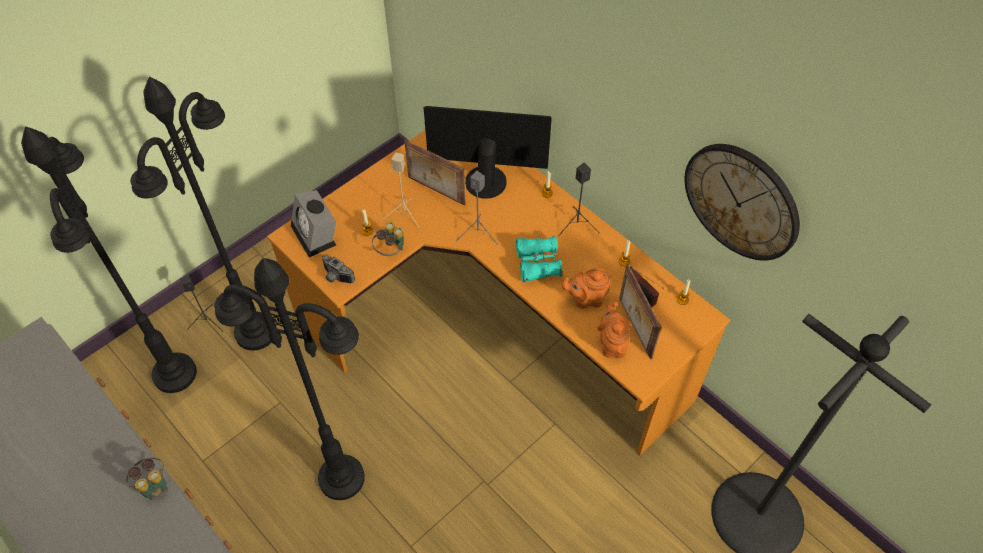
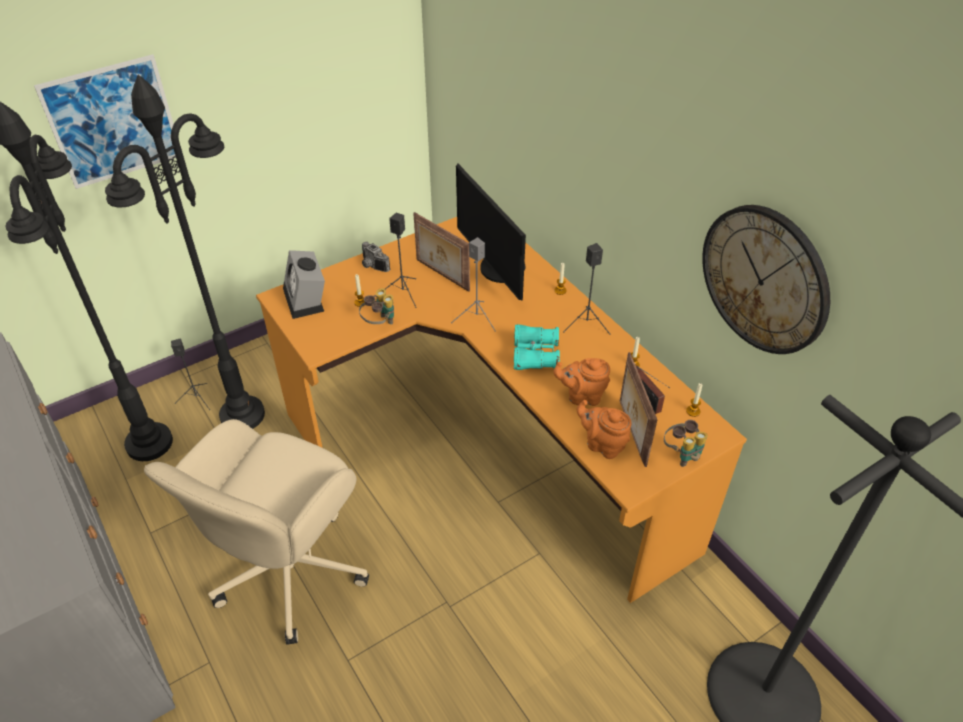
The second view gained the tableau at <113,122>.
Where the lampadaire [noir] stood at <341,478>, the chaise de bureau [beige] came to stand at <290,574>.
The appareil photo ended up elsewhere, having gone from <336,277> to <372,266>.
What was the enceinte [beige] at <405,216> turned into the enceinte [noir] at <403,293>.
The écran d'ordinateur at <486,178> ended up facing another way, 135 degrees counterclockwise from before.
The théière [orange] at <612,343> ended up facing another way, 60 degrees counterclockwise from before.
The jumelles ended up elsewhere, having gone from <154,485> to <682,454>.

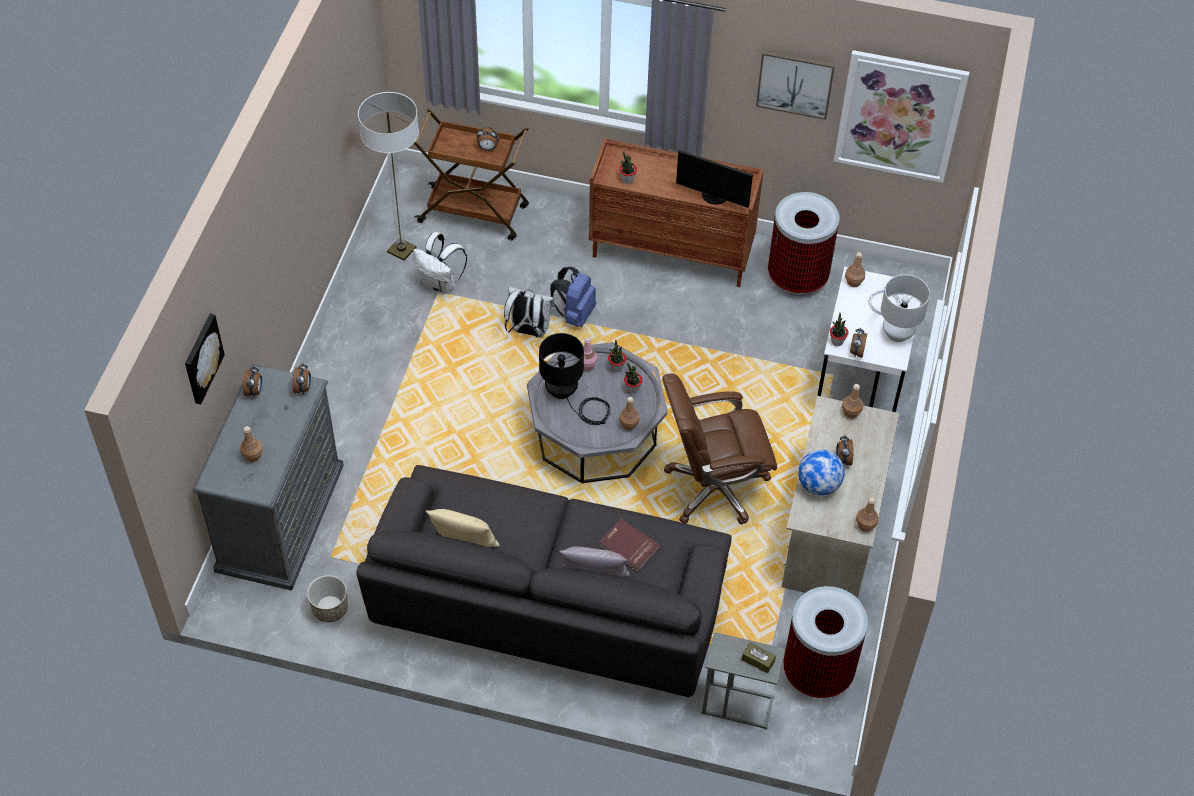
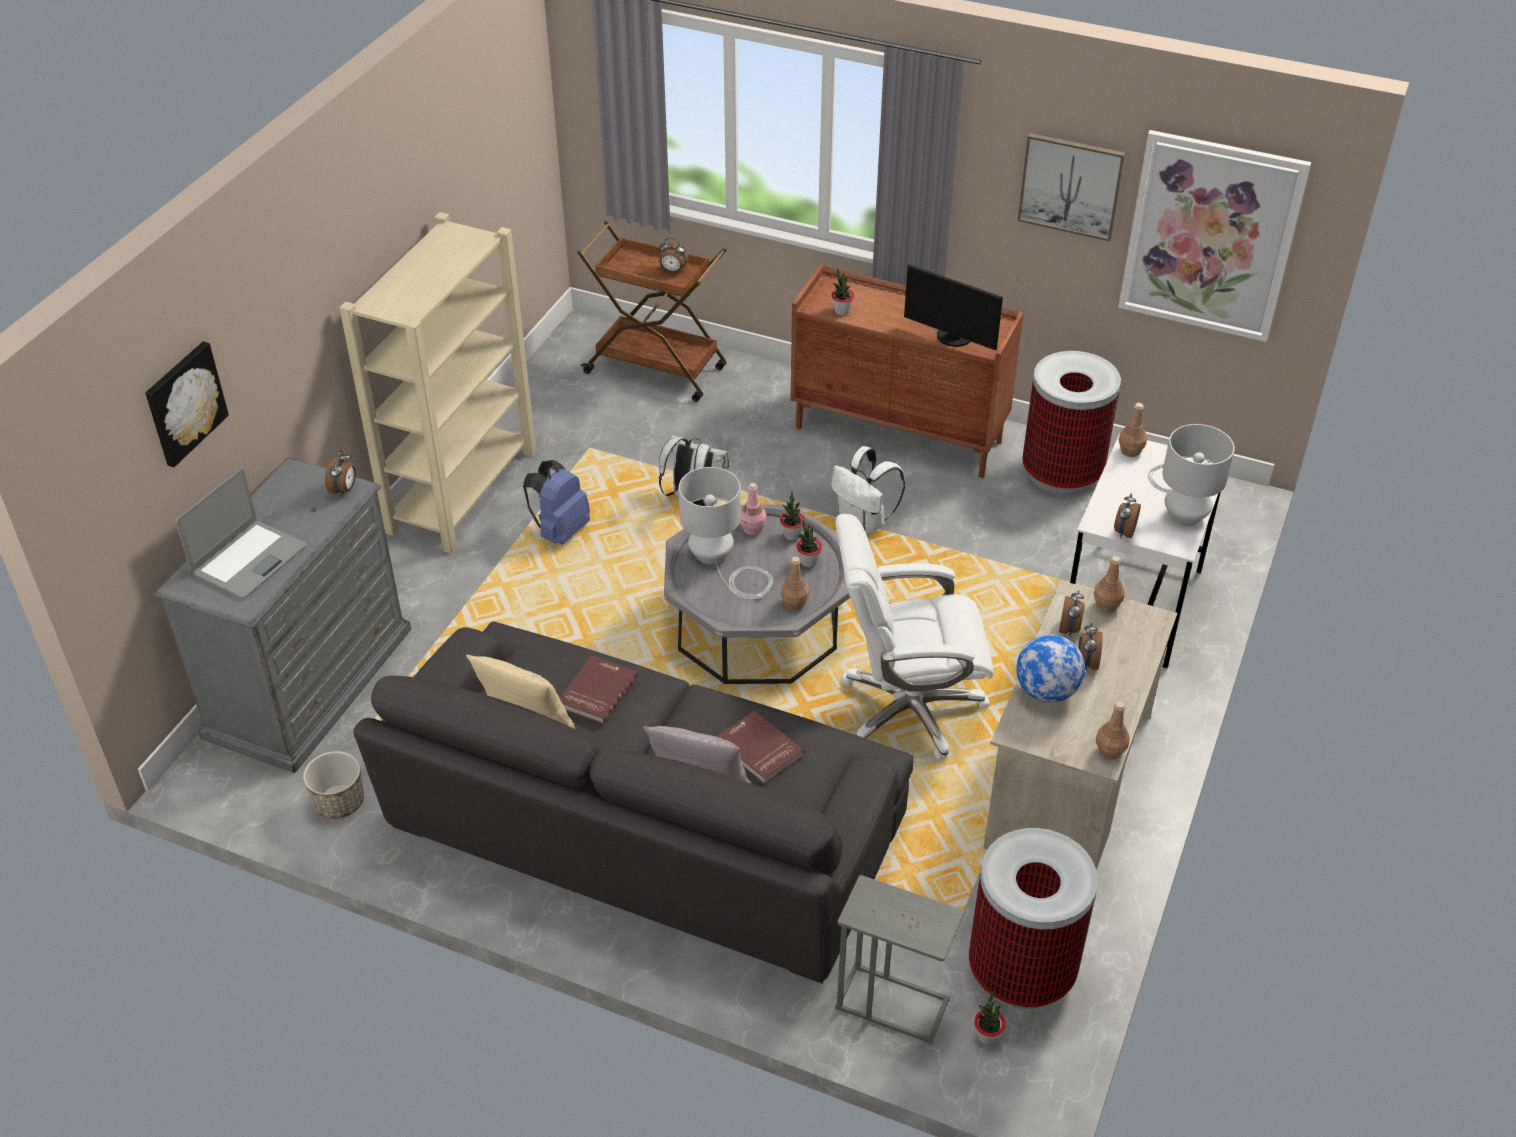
Where the bouteille [marron] stood at <253,455>, the ordinateur portable came to stand at <249,560>.
The second view gained the bibliothèque [beige] at <462,490>.
The sac à dos [bleu] ended up elsewhere, having gone from <574,314> to <560,531>.
The second view gained the livre [rouge] at <596,691>.
What was the lampe de table [noir] at <574,398> turned into the lampe de table [blanc] at <726,565>.
The sac à dos [blanc] ended up elsewhere, having gone from <441,284> to <864,523>.
What was the chaise de bureau [marron] at <714,488> turned into the chaise de bureau [blanc] at <907,710>.
The plante en pot ended up elsewhere, having gone from <837,341> to <987,1036>.
The réveil ended up elsewhere, having gone from <254,391> to <1070,629>.
The second view lost the lampadaire at <401,250>.
The second view lost the boîte à mouchoirs [marron] at <758,660>.

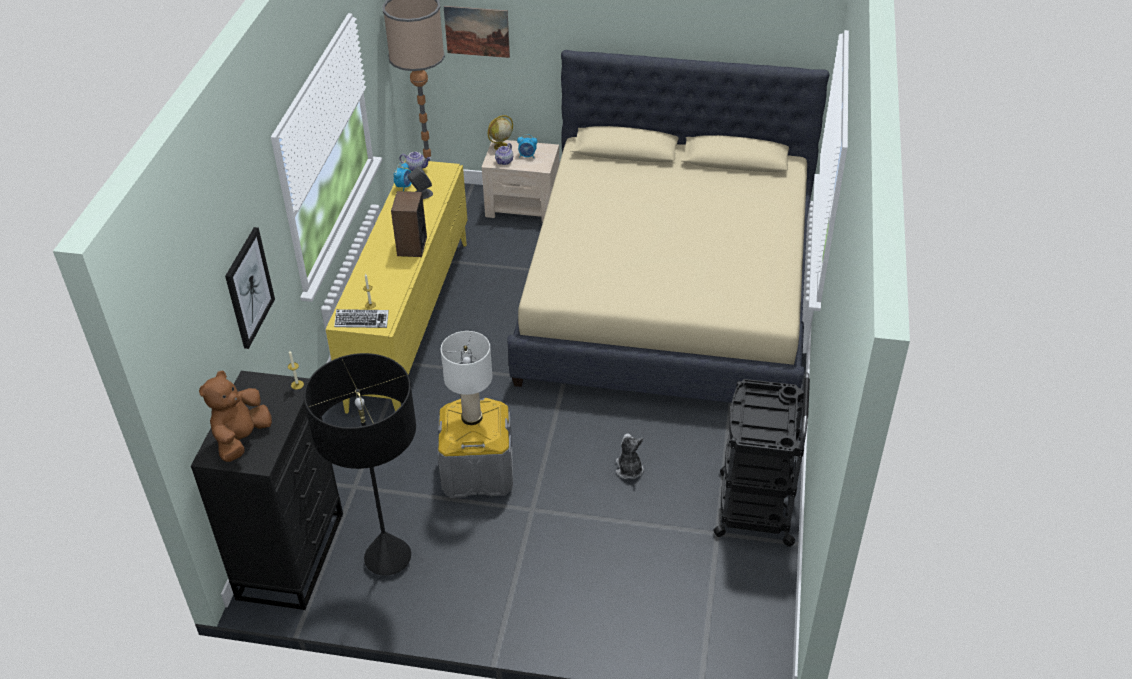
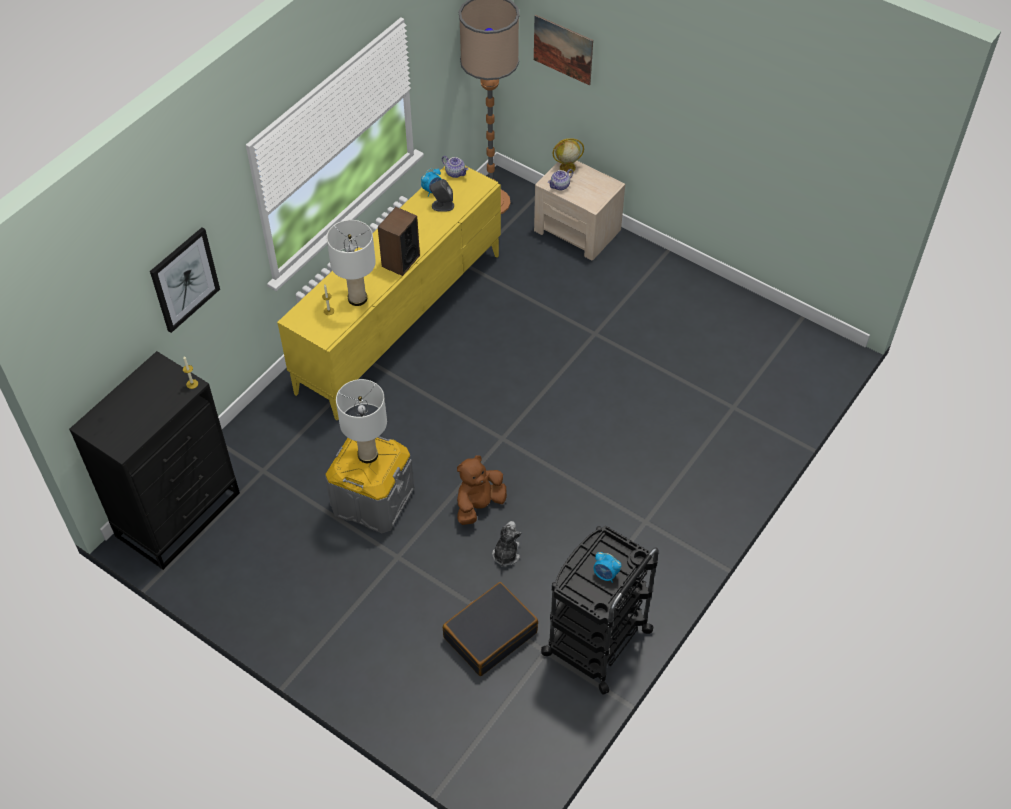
The second view gained the lampe de table [blanc] at <357,299>.
The second view gained the valise [noir] at <490,634>.
The peluche [marron] ended up elsewhere, having gone from <241,439> to <479,505>.
The réveil ended up elsewhere, having gone from <527,156> to <605,575>.
The second view lost the lampadaire [noir] at <388,560>.
The second view lost the clavier at <362,321>.
The second view lost the lit [beige] at <668,295>.

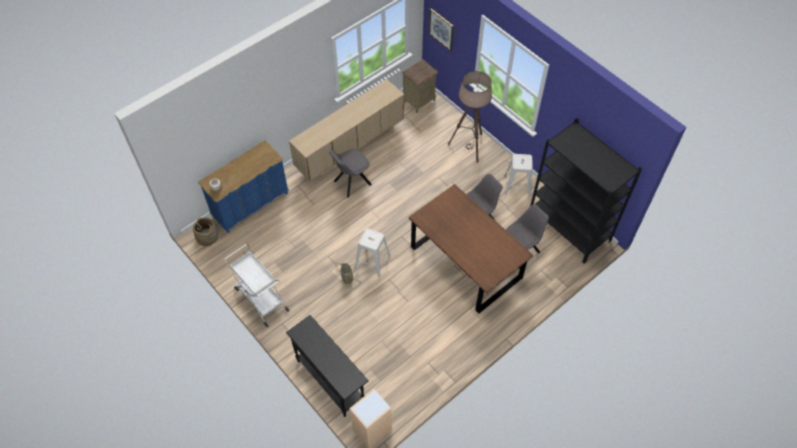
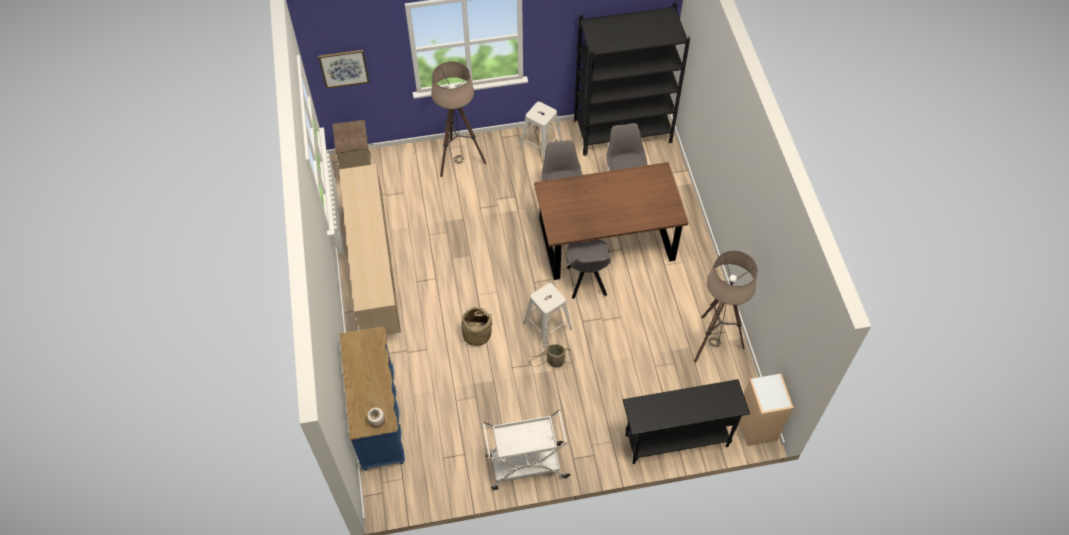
The panier ended up elsewhere, having gone from <207,237> to <476,334>.
The chaise [gris] ended up elsewhere, having gone from <352,183> to <587,281>.
The second view gained the lampadaire at <713,342>.

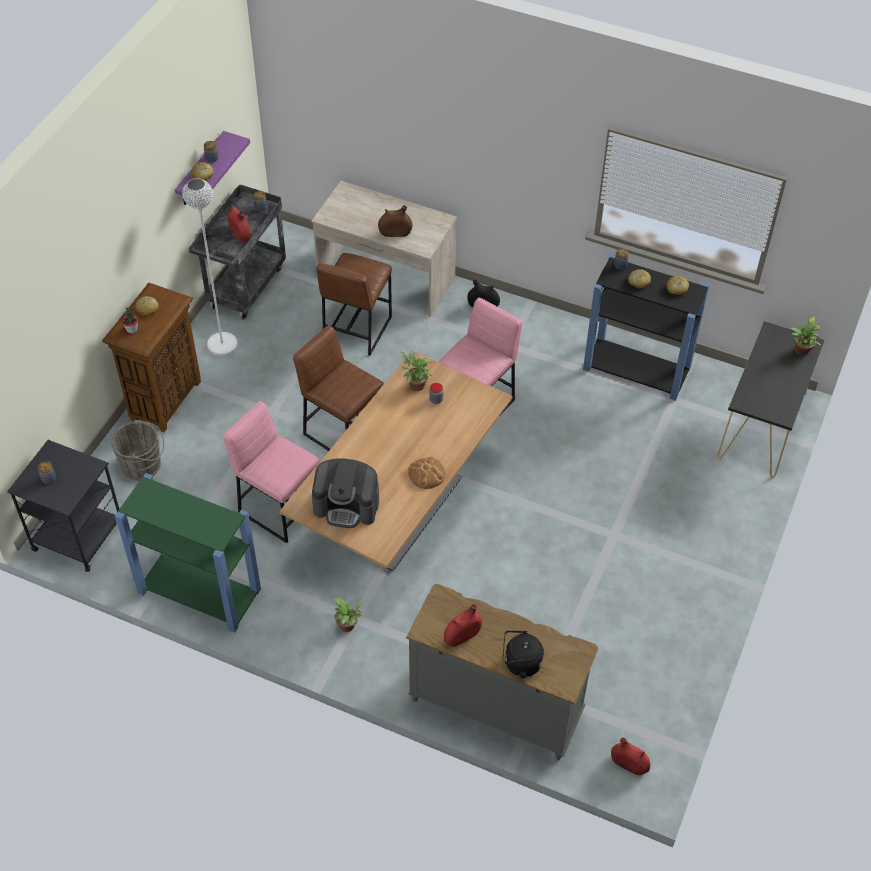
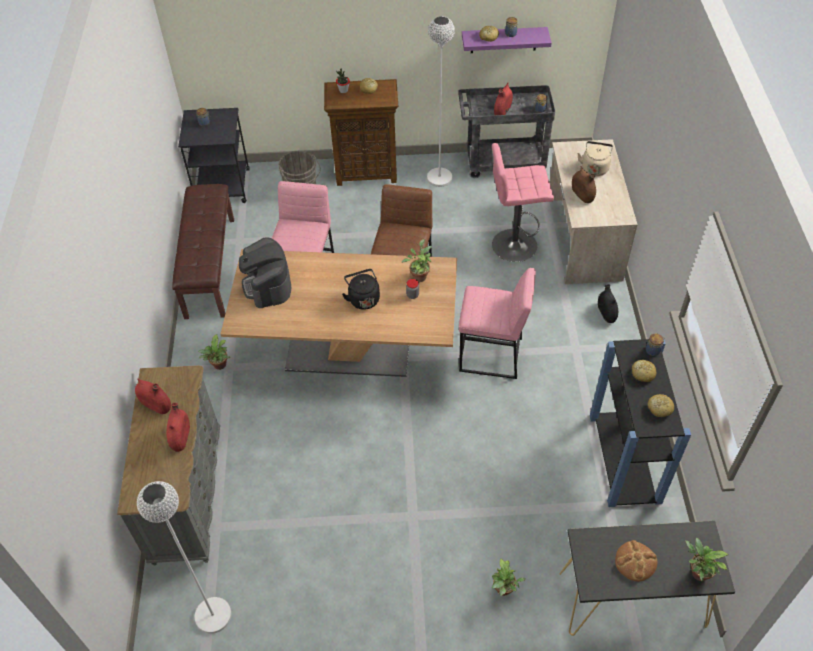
The second view gained the lampadaire [blanc] at <213,616>.
The vase [rouge] ended up elsewhere, having gone from <629,764> to <181,437>.
Where the bibliothèque [vert] stood at <198,590>, the banc [marron] came to stand at <209,267>.
The bouilloire [noir] ended up elsewhere, having gone from <520,663> to <363,298>.
Where the chaise [marron] stood at <357,330>, the tabouret [rose] came to stand at <513,245>.
The second view gained the plante en pot at <504,590>.
The second view gained the bouilloire [beige] at <594,167>.
The pain ended up elsewhere, having gone from <426,474> to <635,562>.

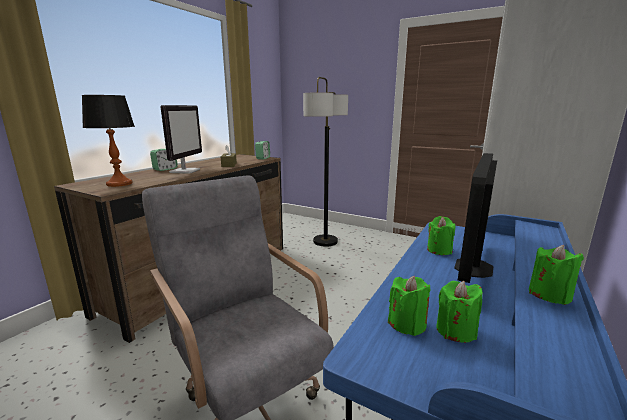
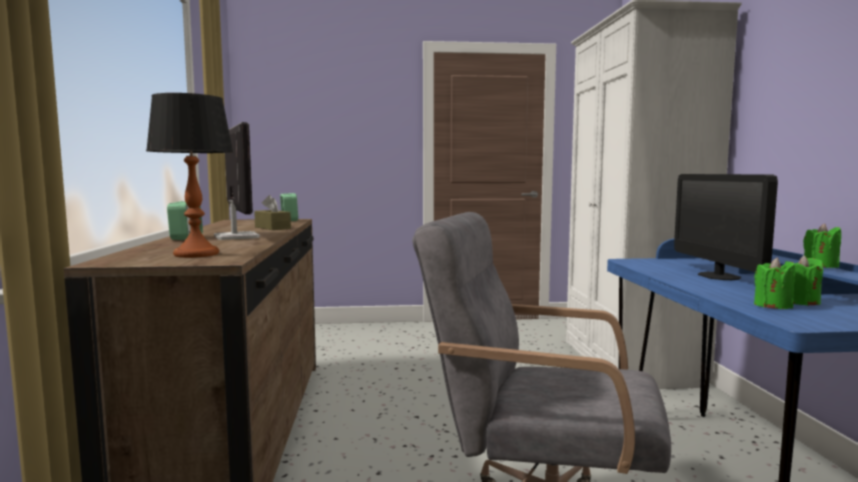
The second view lost the lampadaire at <325,241>.
The second view lost the bougie [vert] at <439,250>.

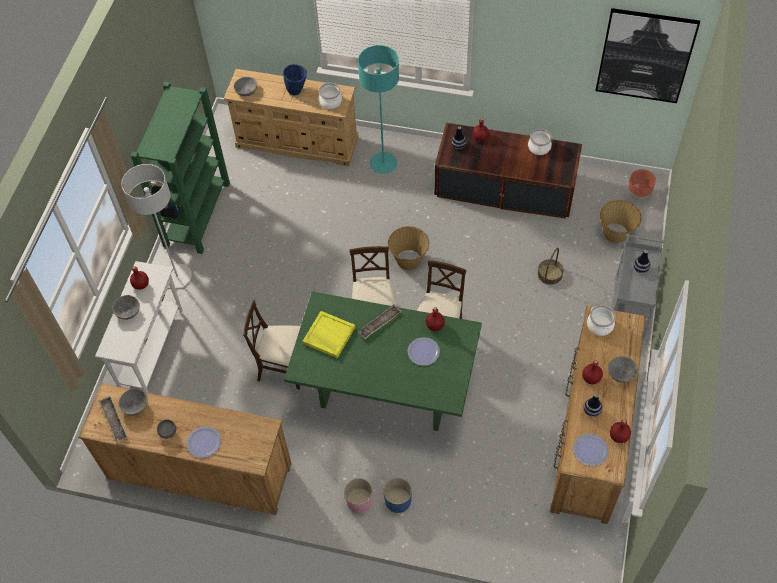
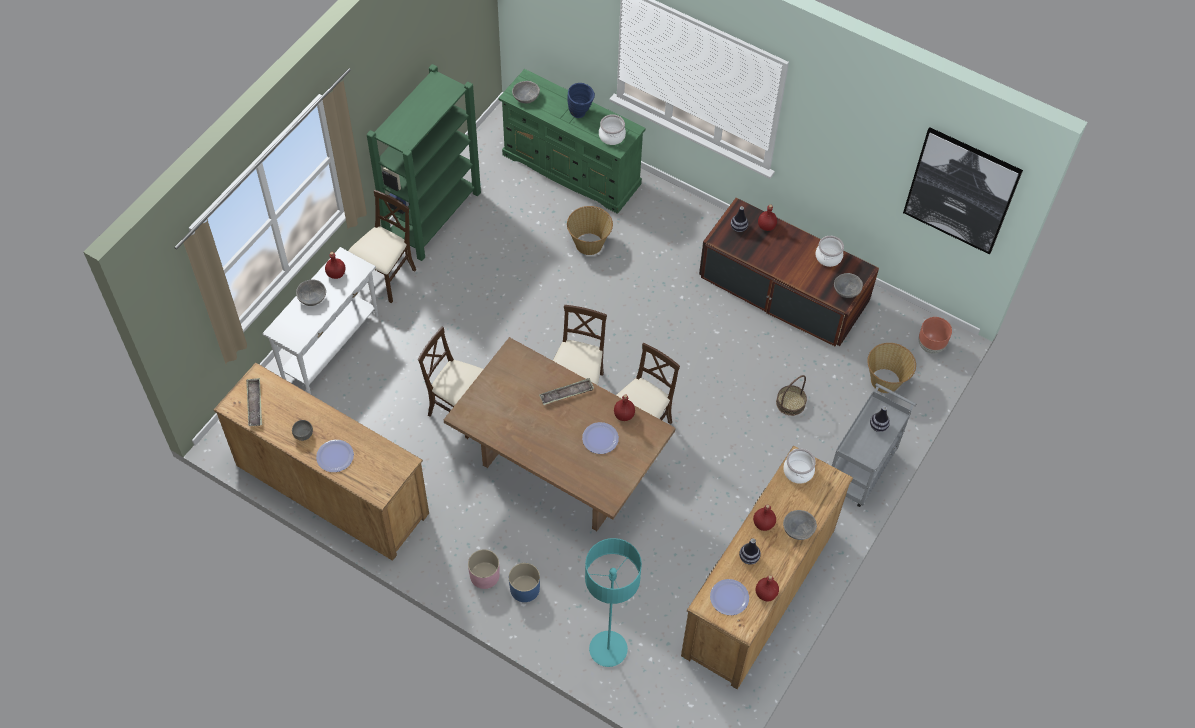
Where the lampadaire [gris] stood at <177,277>, the chaise [beige] came to stand at <386,278>.
What was the table à manger [vert] at <387,389> turned into the table à manger [marron] at <560,469>.
What was the commode [beige] at <298,142> turned into the commode [vert] at <572,169>.
The panier ended up elsewhere, having gone from <408,259> to <589,243>.
The lampadaire [turquoise] ended up elsewhere, having gone from <383,164> to <608,649>.
The bol [gris] ended up elsewhere, having gone from <135,406> to <847,290>.
The second view lost the plateau [jaune] at <328,335>.

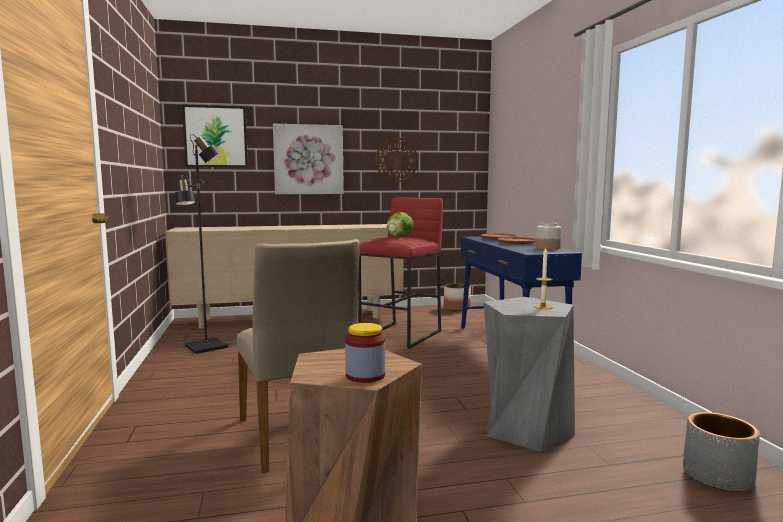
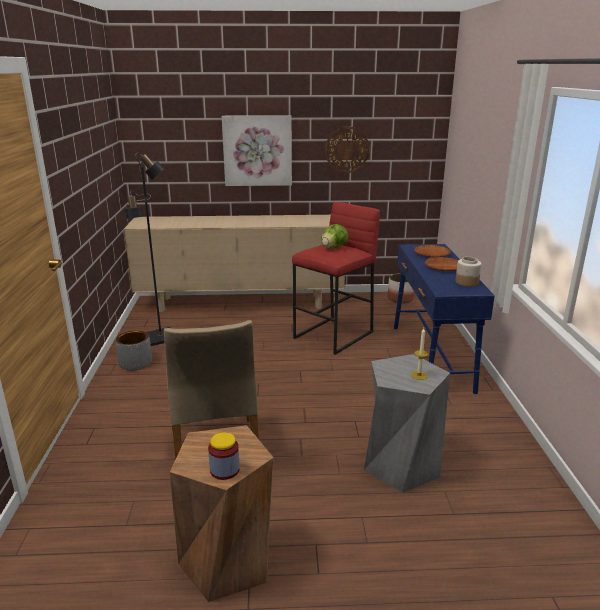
The cache-pot [gris] ended up elsewhere, having gone from <717,476> to <135,363>.
The second view lost the tableau at <216,136>.

